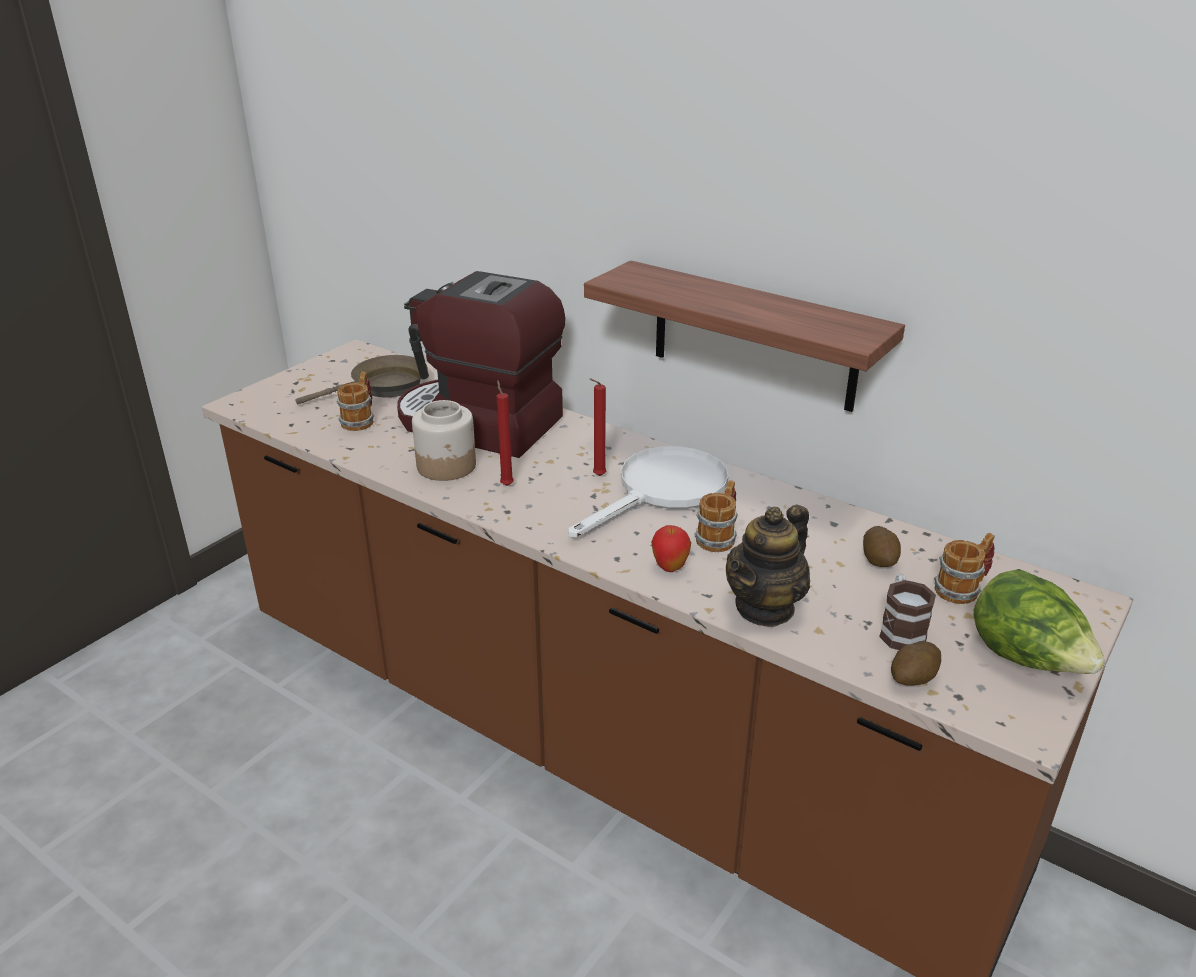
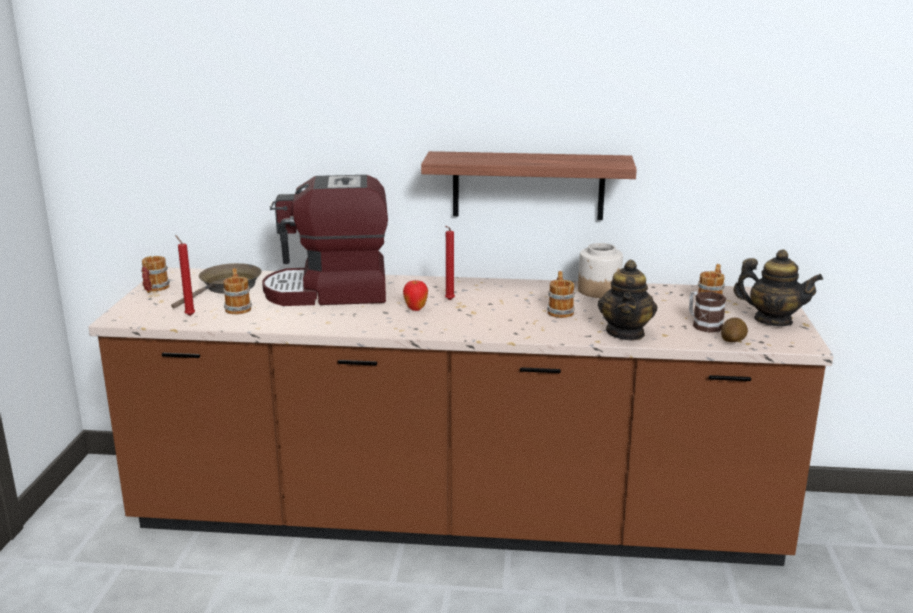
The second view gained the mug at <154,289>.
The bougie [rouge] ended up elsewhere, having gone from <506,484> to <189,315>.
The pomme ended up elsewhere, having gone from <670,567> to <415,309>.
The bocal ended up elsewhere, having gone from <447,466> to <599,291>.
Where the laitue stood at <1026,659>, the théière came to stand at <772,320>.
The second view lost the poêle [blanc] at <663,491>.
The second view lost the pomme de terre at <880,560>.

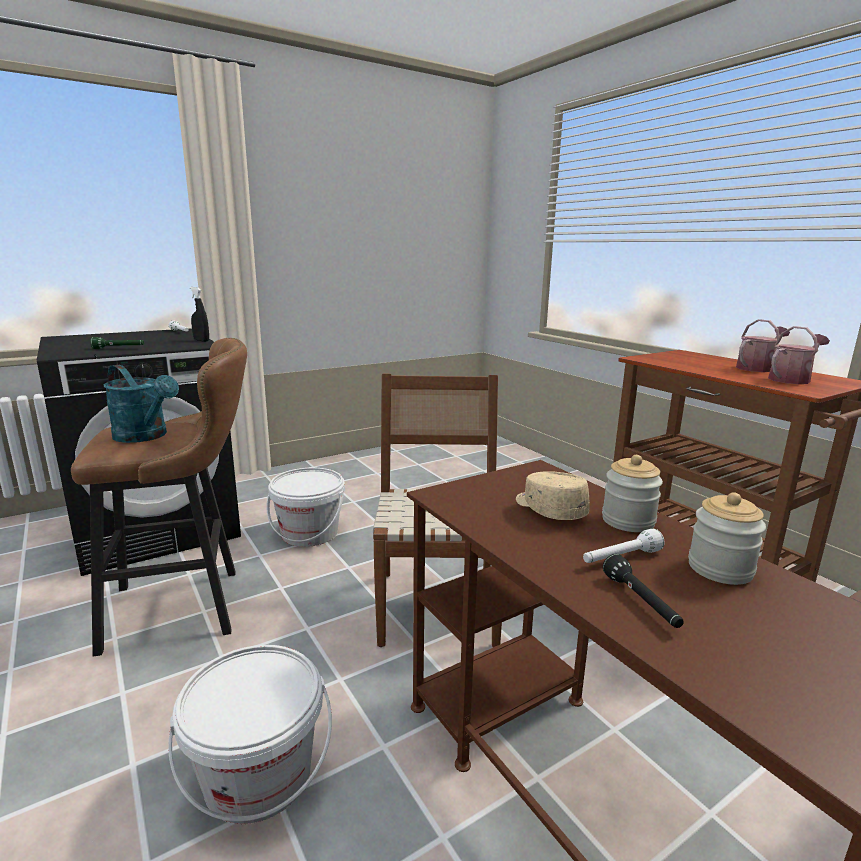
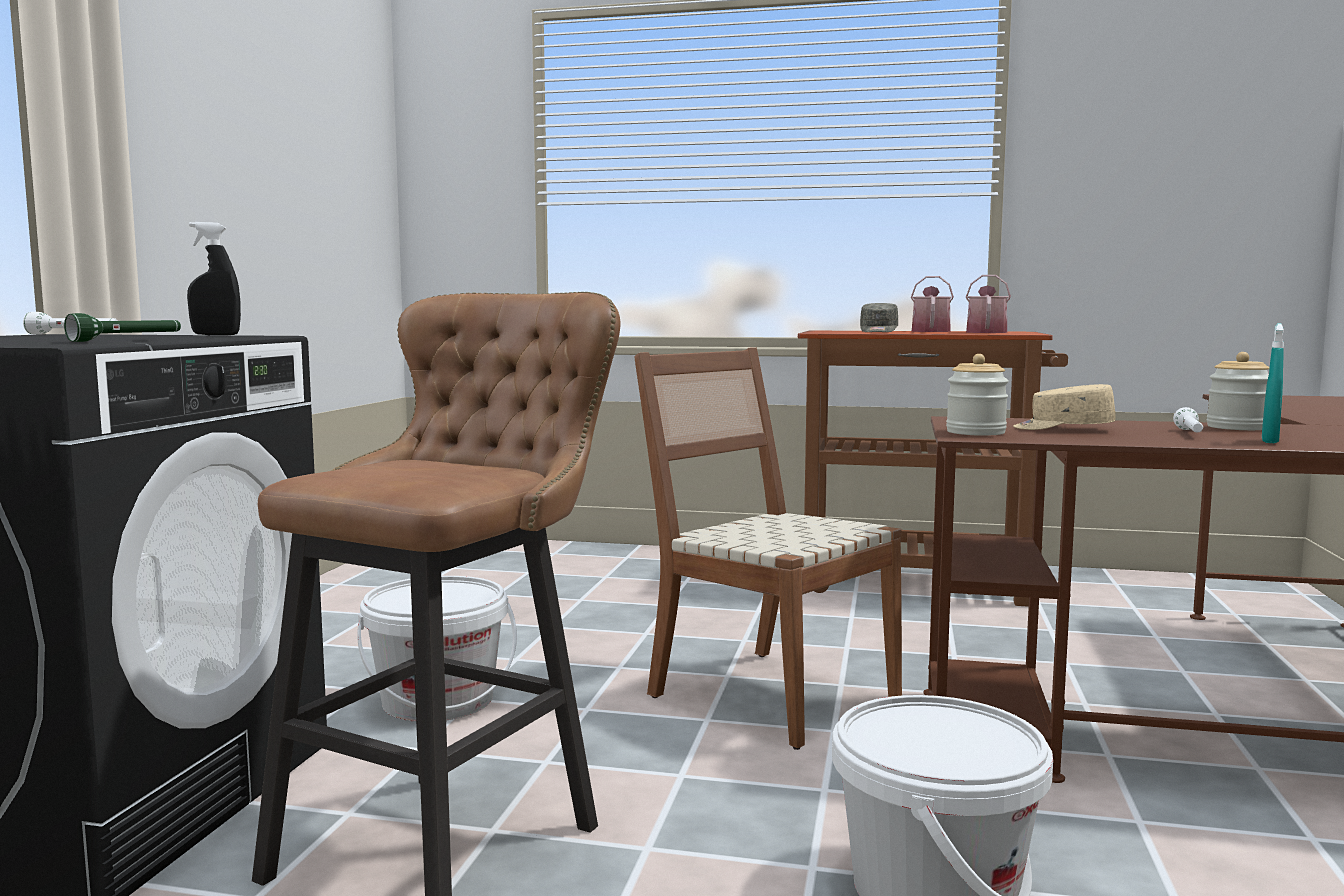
The second view gained the casquette [gris] at <878,331>.
The bocal ended up elsewhere, having gone from <628,521> to <975,432>.
Where the lampe de poche [noir] stood at <641,602>, the vaporisateur [turquoise] came to stand at <1269,441>.
The second view lost the arrosoir [turquoise] at <146,436>.

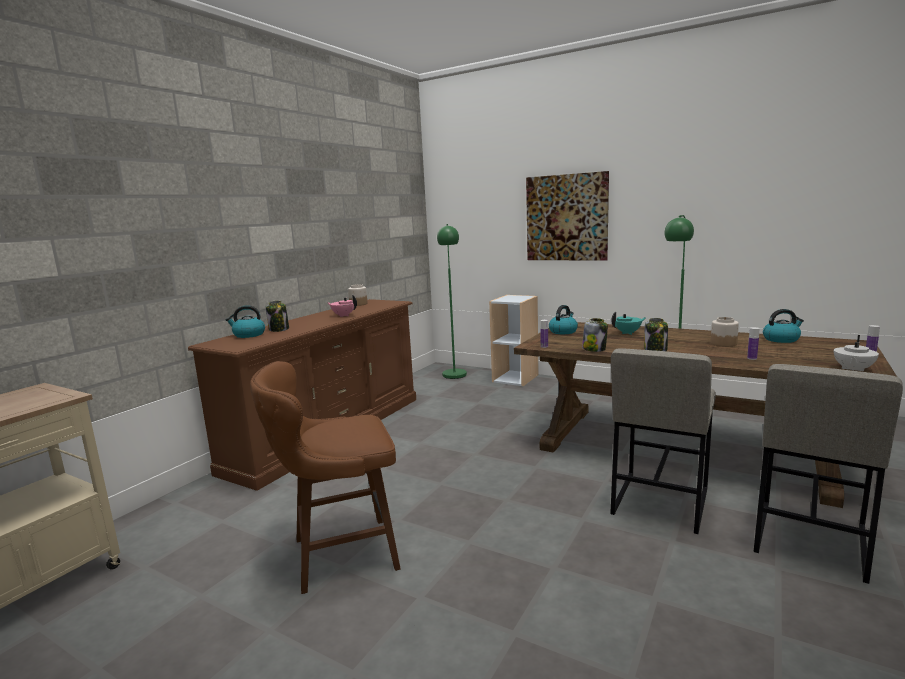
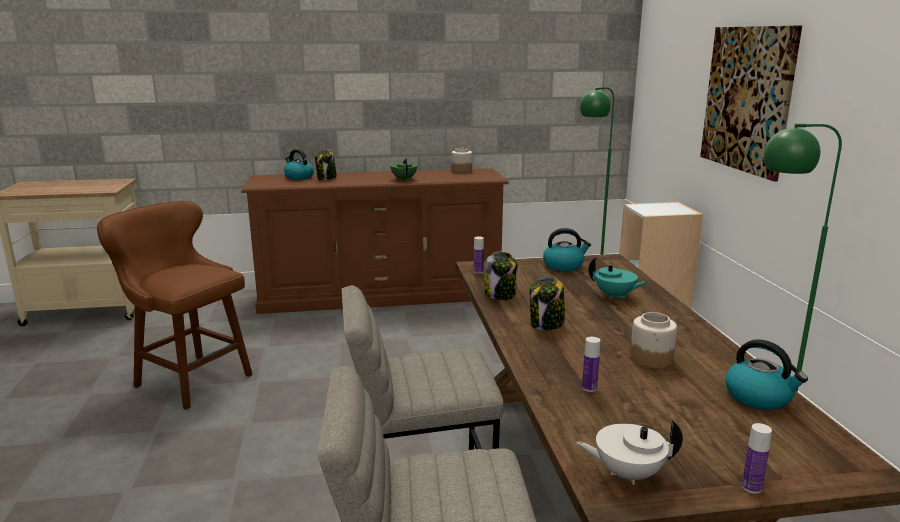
What was the théière [rose] at <343,315> turned into the théière [vert] at <404,179>.

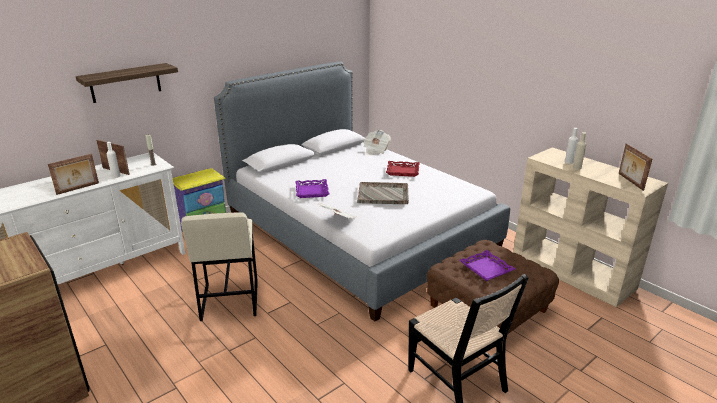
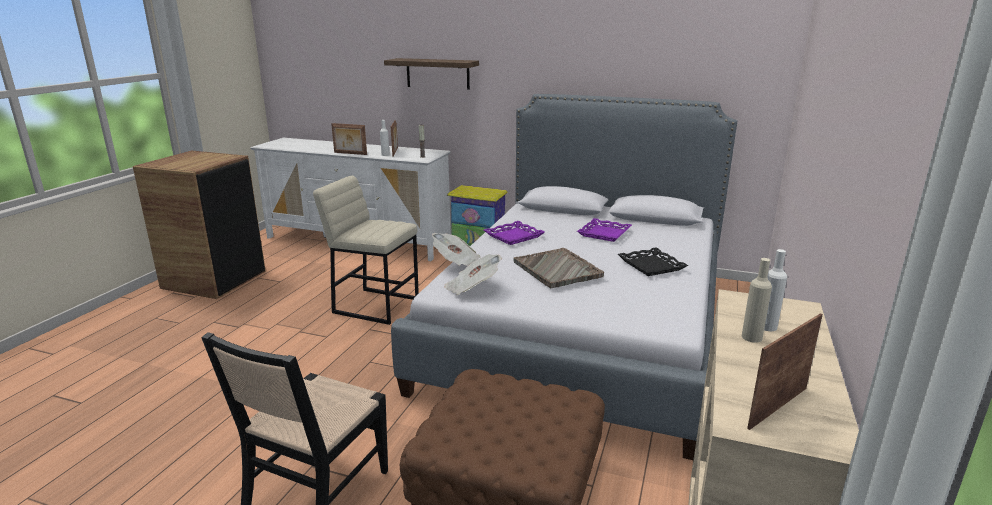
The chaise [beige] at <230,301> ended up facing another way, 60 degrees clockwise from before.
The journal ended up elsewhere, having gone from <376,150> to <472,288>.
The plateau [violet] ended up elsewhere, having gone from <486,268> to <604,233>.
What was the plateau [rouge] at <402,171> turned into the plateau [noir] at <651,266>.

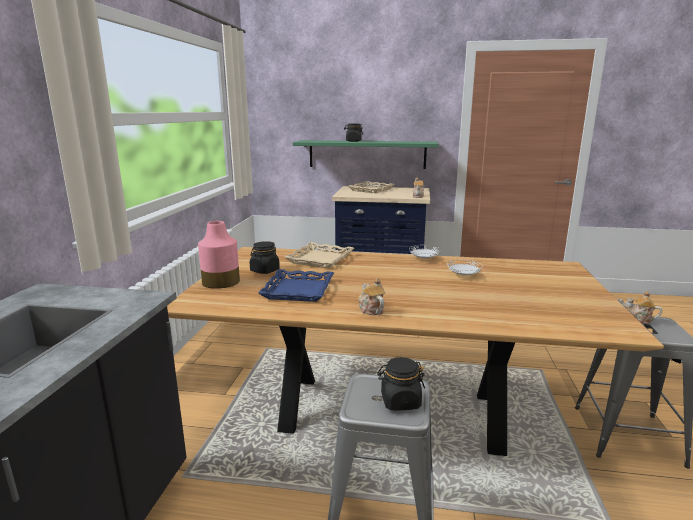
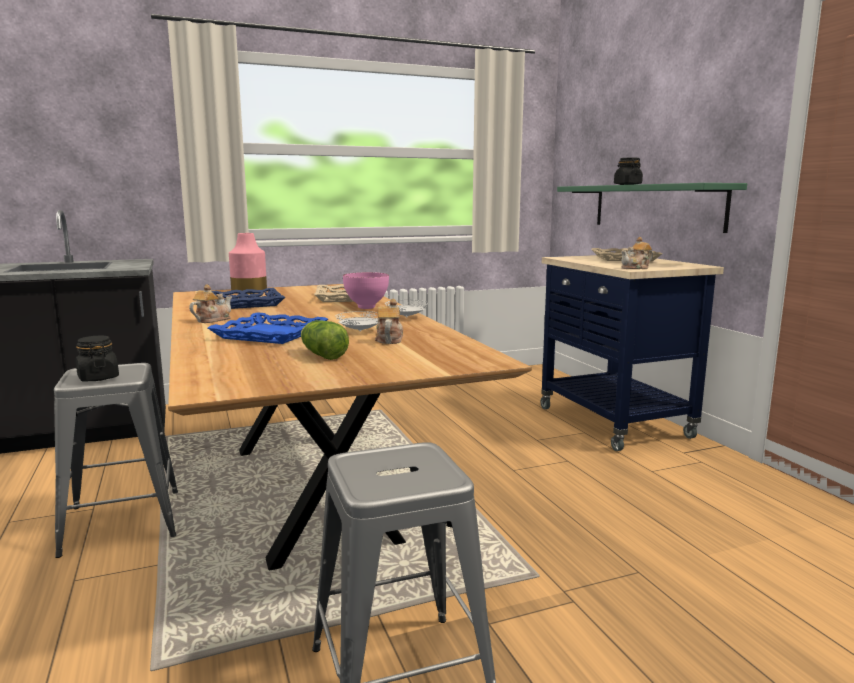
The second view gained the plateau [bleu] at <270,335>.
The second view gained the laitue at <322,354>.
The second view gained the bol [rose] at <367,308>.
The théière ended up elsewhere, having gone from <636,319> to <389,340>.
The second view lost the bocal [noir] at <264,270>.

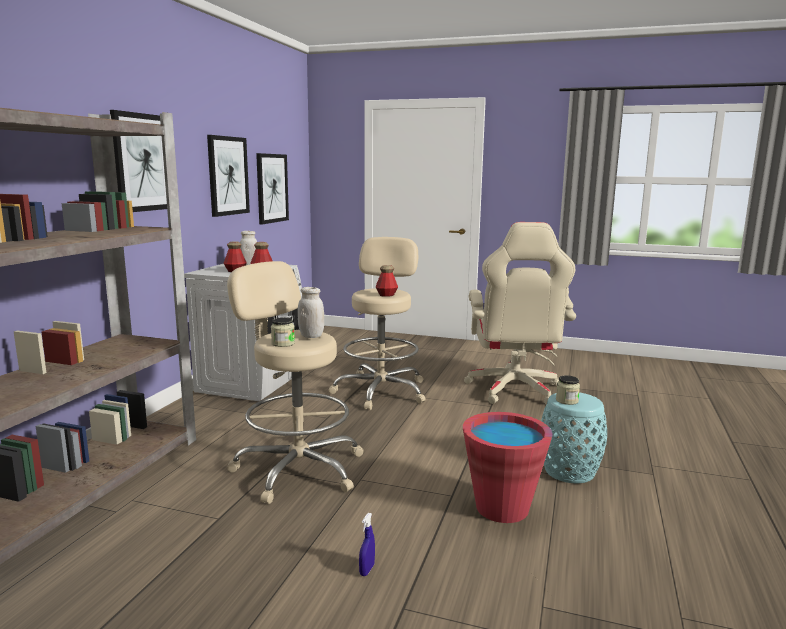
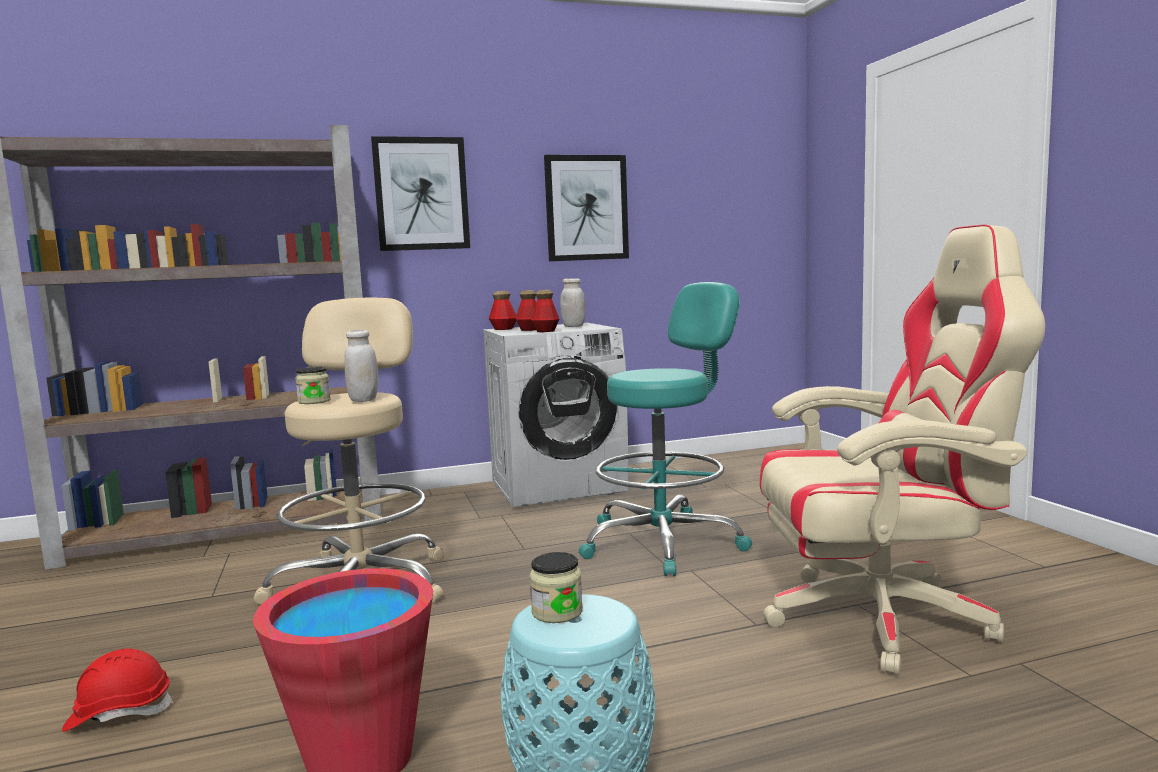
Where the vaporisateur [bleu] stood at <367,570>, the casque de chantier [rouge] came to stand at <119,713>.
The bouteille ended up elsewhere, having gone from <386,295> to <503,329>.
What was the tabouret [beige] at <381,390> turned into the tabouret [turquoise] at <664,542>.
The chaise de bureau [beige] at <513,389> ended up facing another way, 150 degrees counterclockwise from before.
The second view lost the tableau at <271,188>.

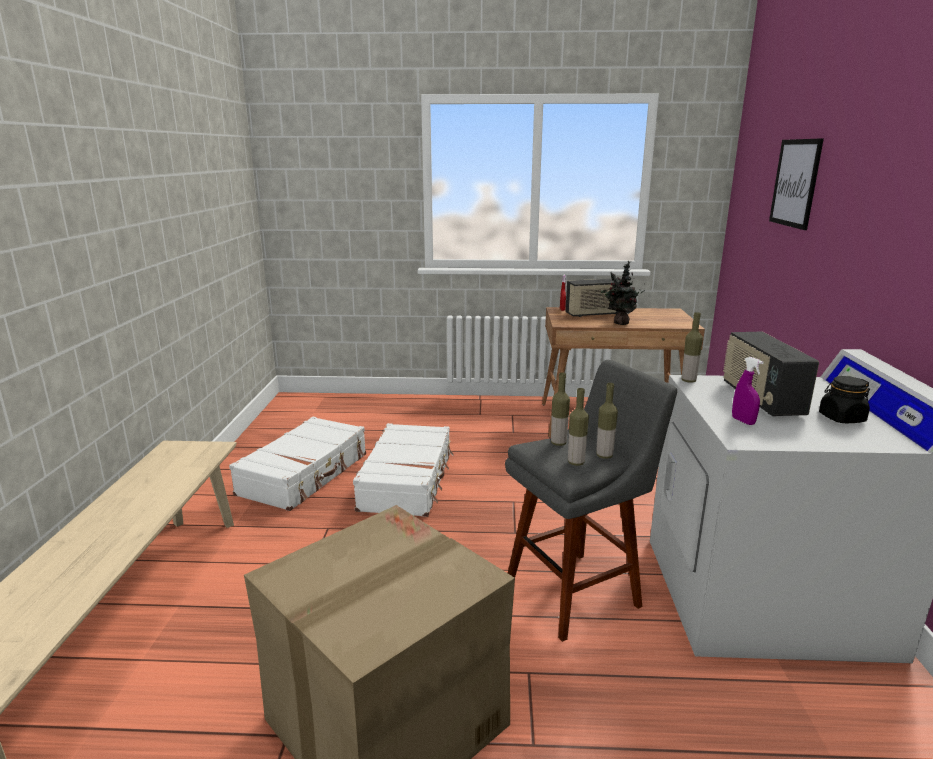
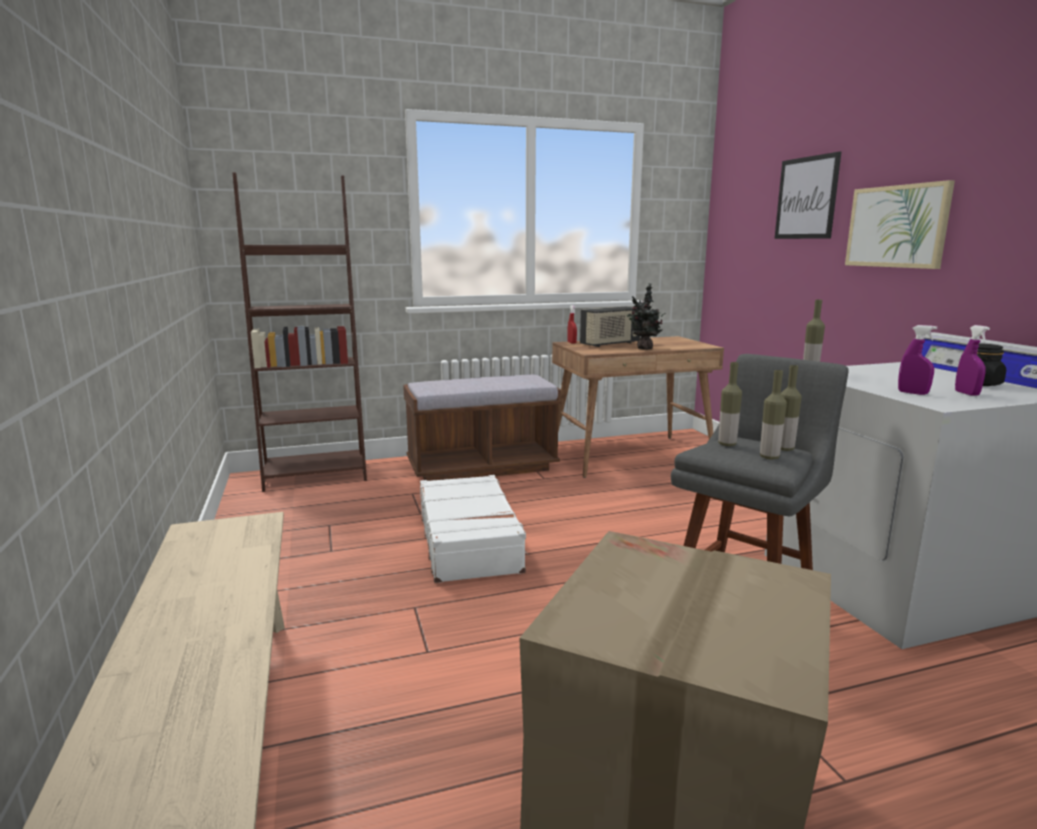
The second view gained the bibliothèque [marron] at <315,476>.
The second view gained the banc [marron] at <482,467>.
The second view gained the tableau at <897,226>.
The second view gained the vaporisateur [violet] at <966,393>.
The second view lost the valise [blanc] at <305,474>.
The second view lost the radio at <760,399>.

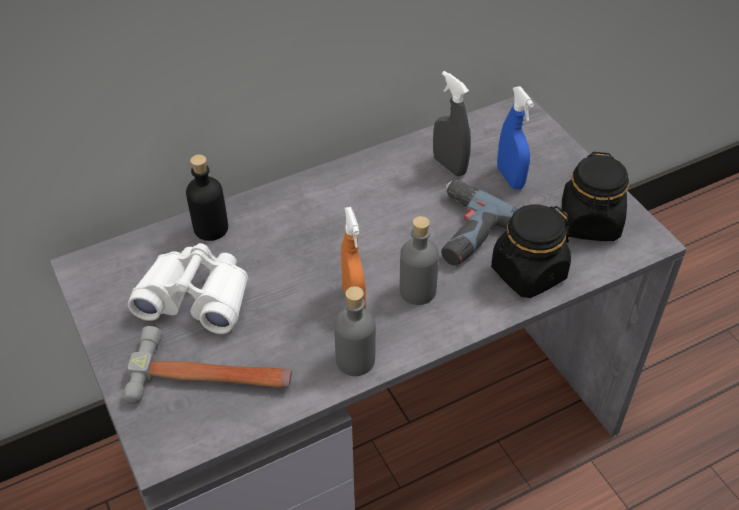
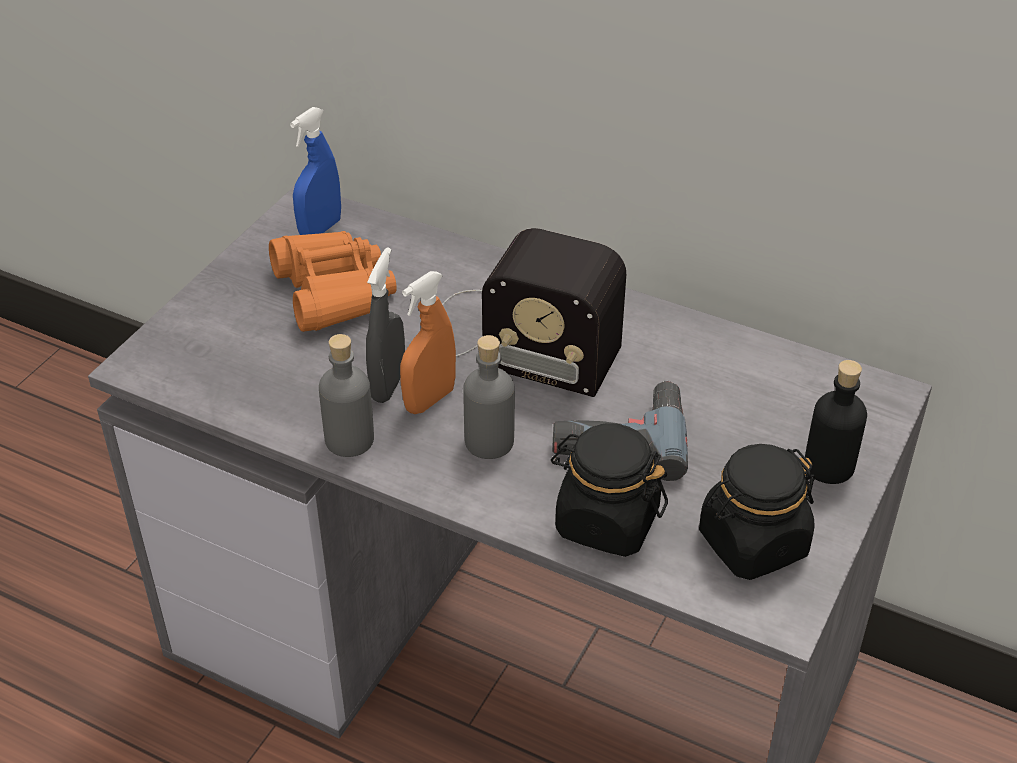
What was the jumelles [blanc] at <196,297> turned into the jumelles [orange] at <333,292>.
The vaporisateur [bleu] ended up elsewhere, having gone from <510,178> to <320,229>.
The vaporisateur [gris] ended up elsewhere, having gone from <449,166> to <388,385>.
The second view gained the radio at <515,340>.
The bouteille [noir] ended up elsewhere, having gone from <211,228> to <829,466>.
The second view lost the marteau at <212,377>.

